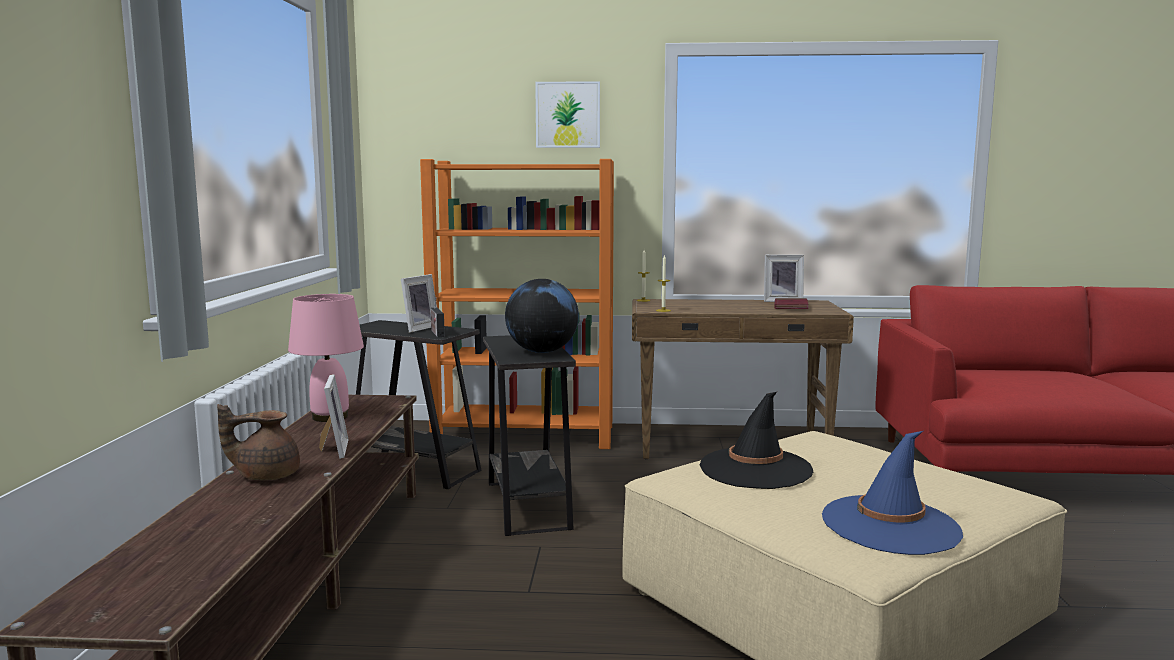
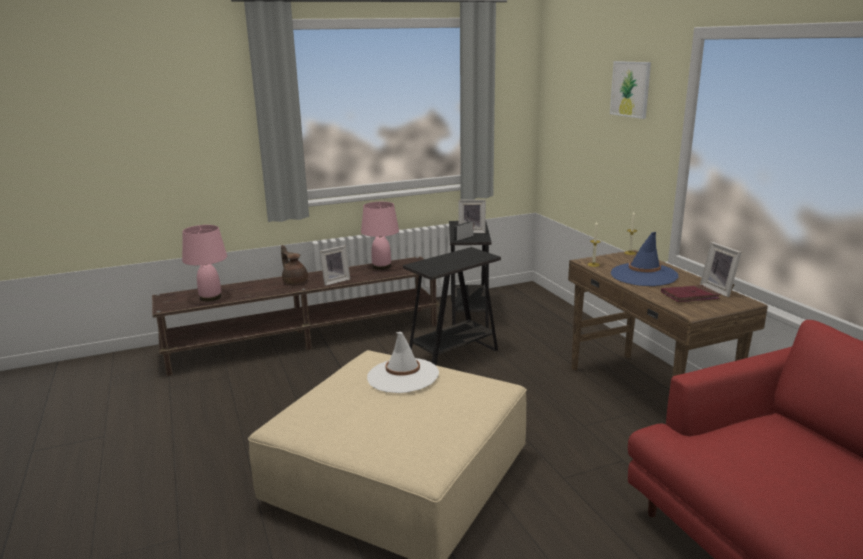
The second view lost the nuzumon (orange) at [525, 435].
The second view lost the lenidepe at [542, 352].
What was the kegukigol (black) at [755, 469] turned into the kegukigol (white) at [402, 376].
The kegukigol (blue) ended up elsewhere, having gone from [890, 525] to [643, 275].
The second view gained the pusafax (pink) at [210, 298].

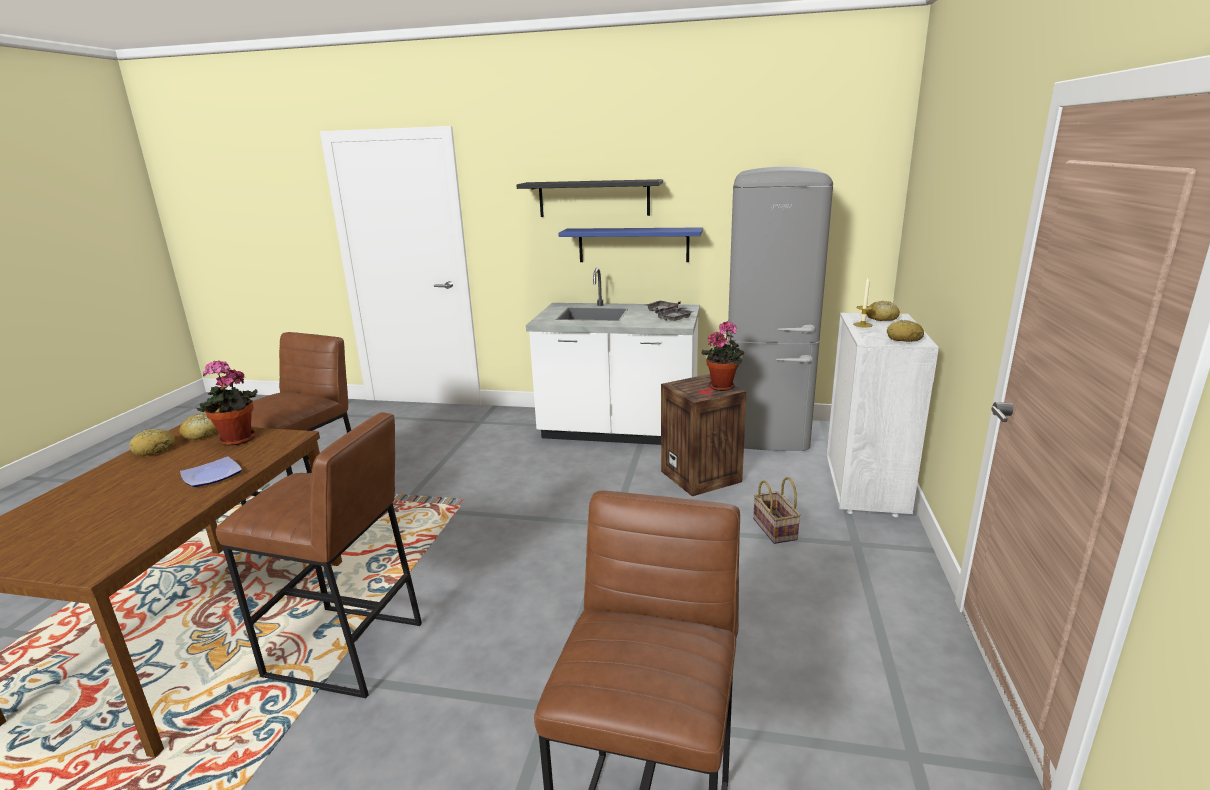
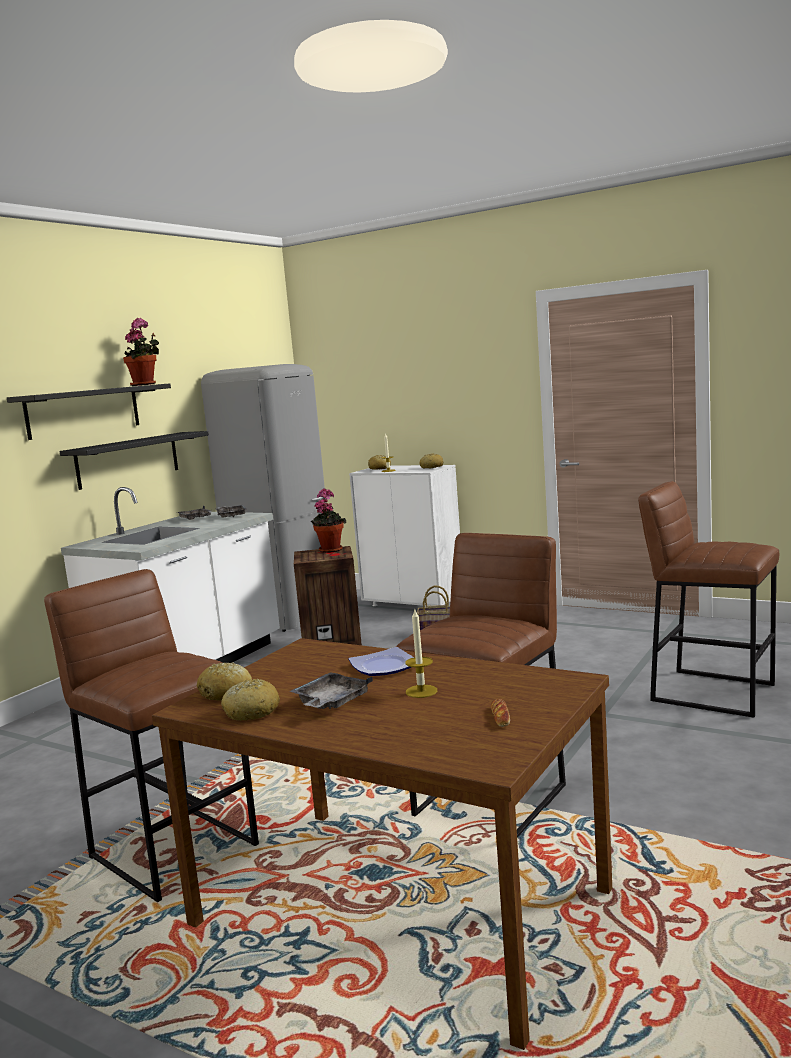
The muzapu ended up elsewhere, having gone from [237, 441] to [145, 385].
What was the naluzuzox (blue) at [633, 245] turned into the naluzuzox (black) at [128, 460].
The second view gained the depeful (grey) at [331, 702].
The second view gained the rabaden at [421, 691].
The second view gained the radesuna at [500, 717].

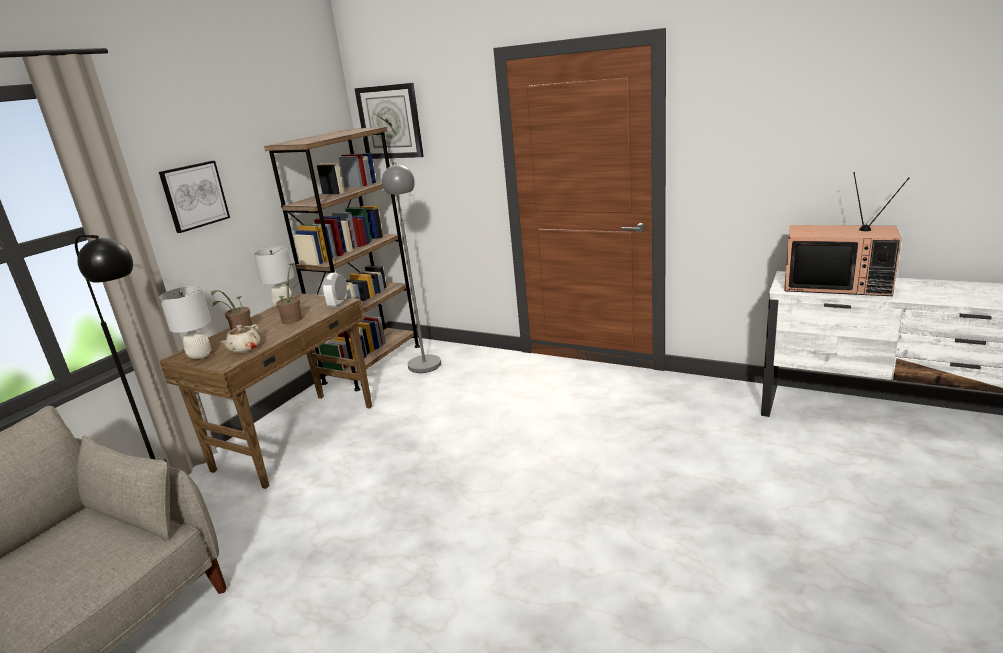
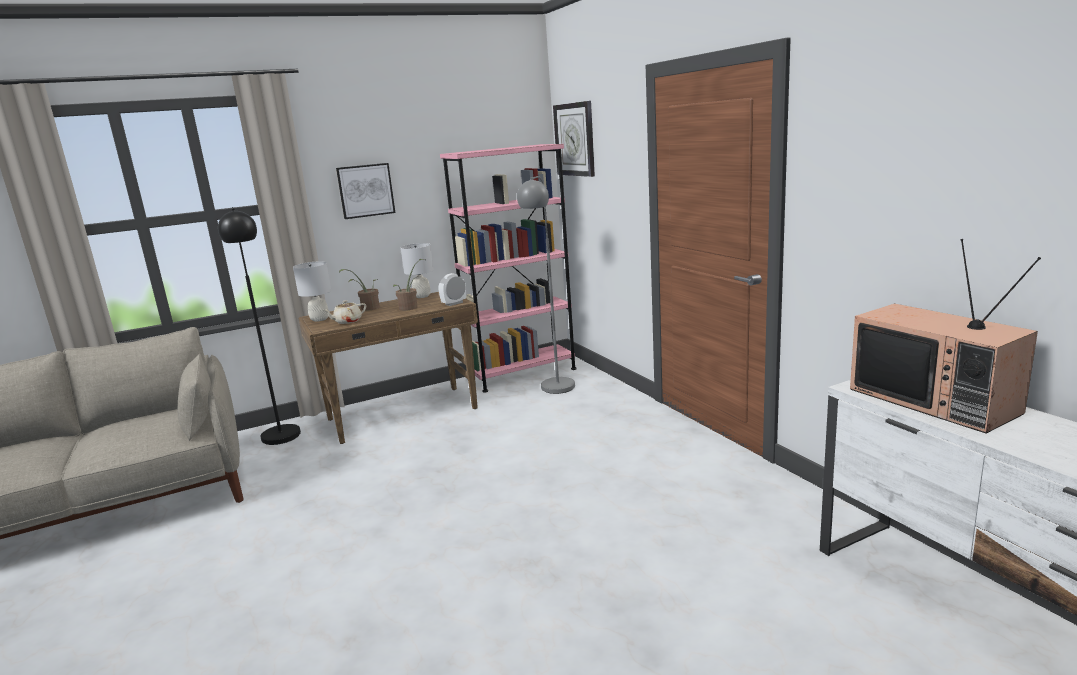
What was the nuzumon (brown) at [373, 364] turned into the nuzumon (pink) at [522, 374].

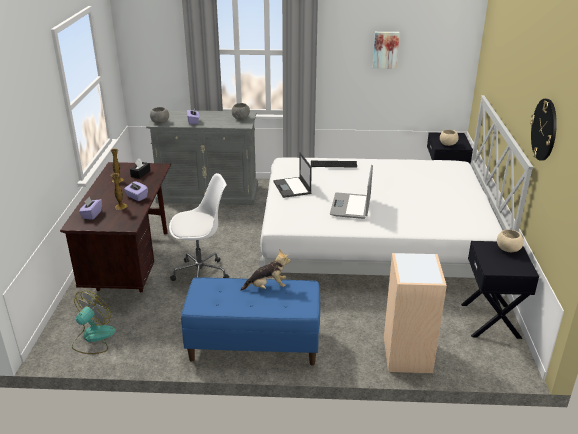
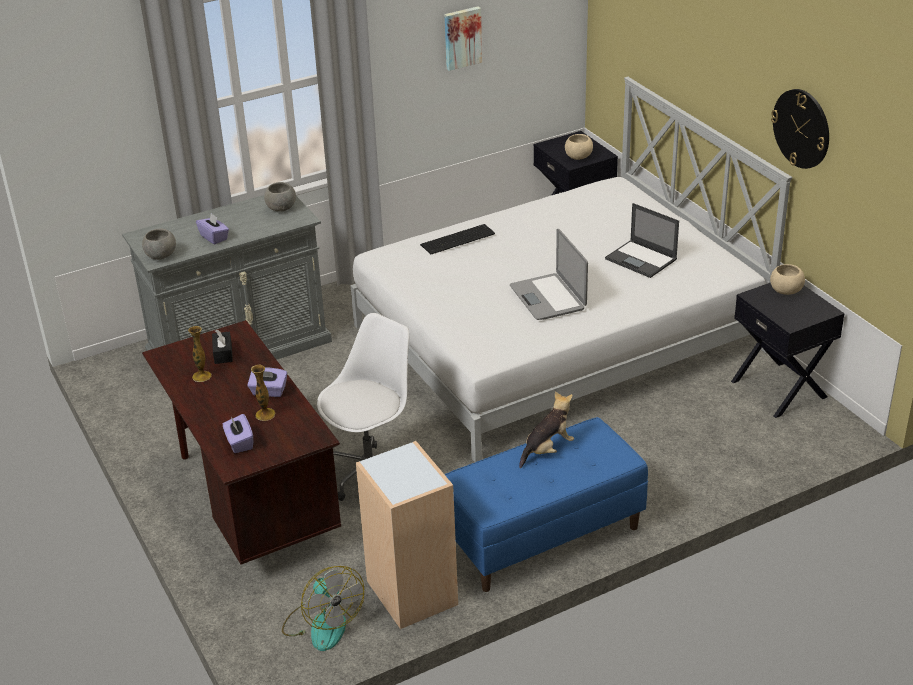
The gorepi at [93, 338] ended up facing another way, 150 degrees clockwise from before.
The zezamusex ended up elsewhere, having gone from [292, 188] to [641, 259].
The nuzumon ended up elsewhere, having gone from [407, 355] to [412, 594].

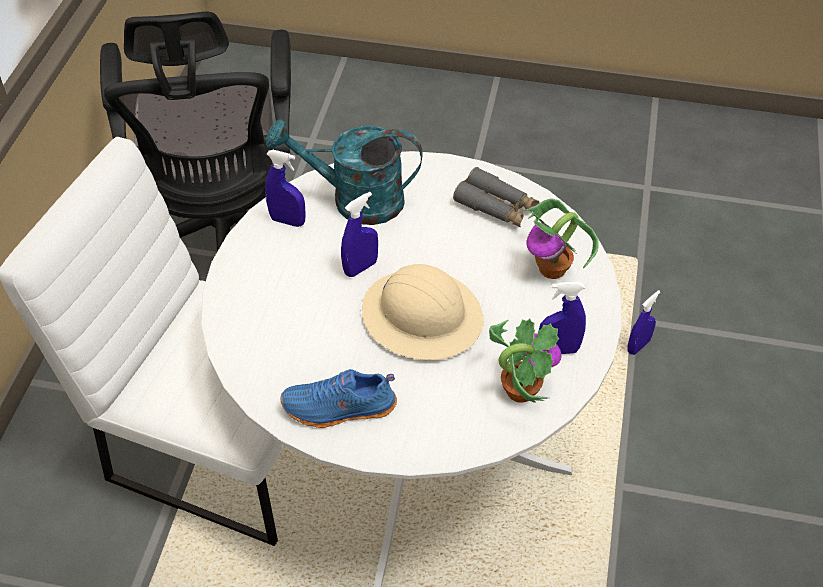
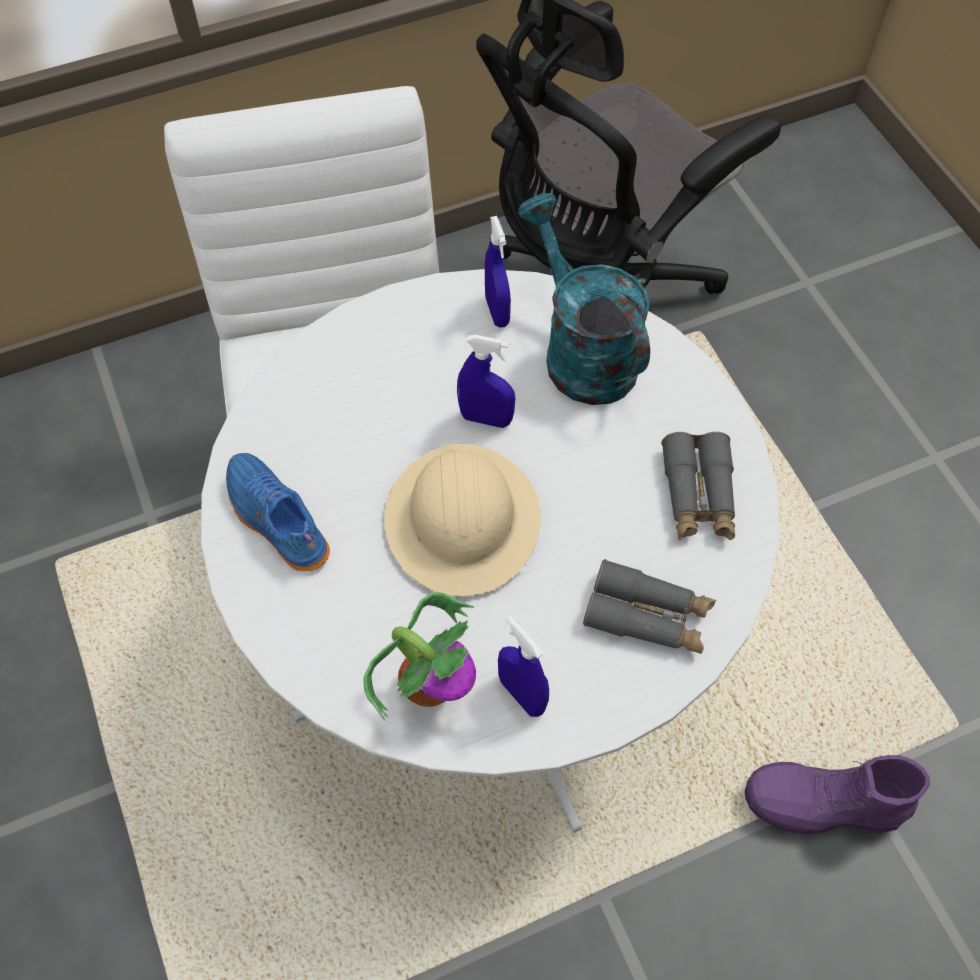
Where the muzapu stood at [553, 269], the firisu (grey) came to stand at [648, 616].
Where the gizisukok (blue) stood at [638, 346], the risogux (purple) came to stand at [821, 805].

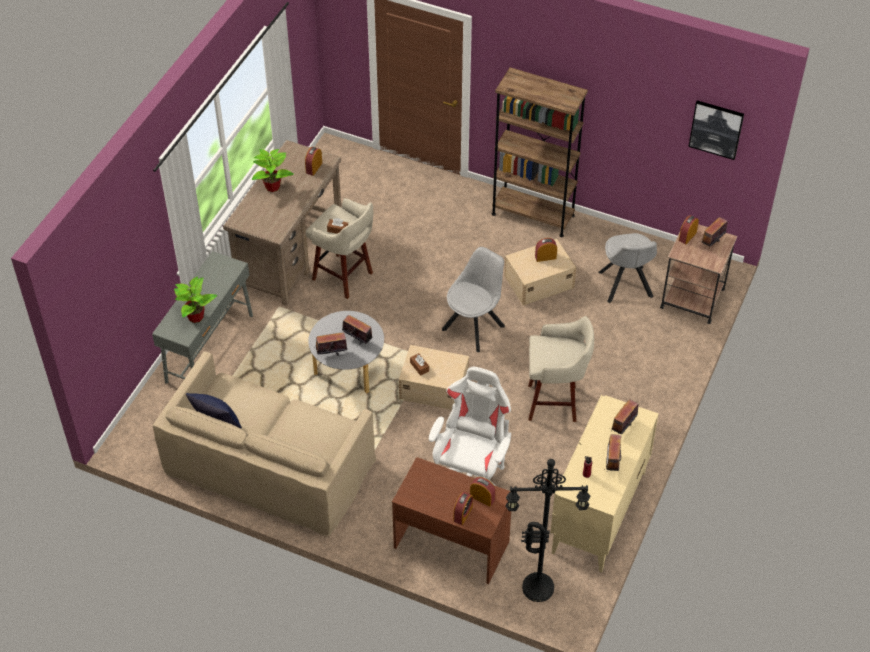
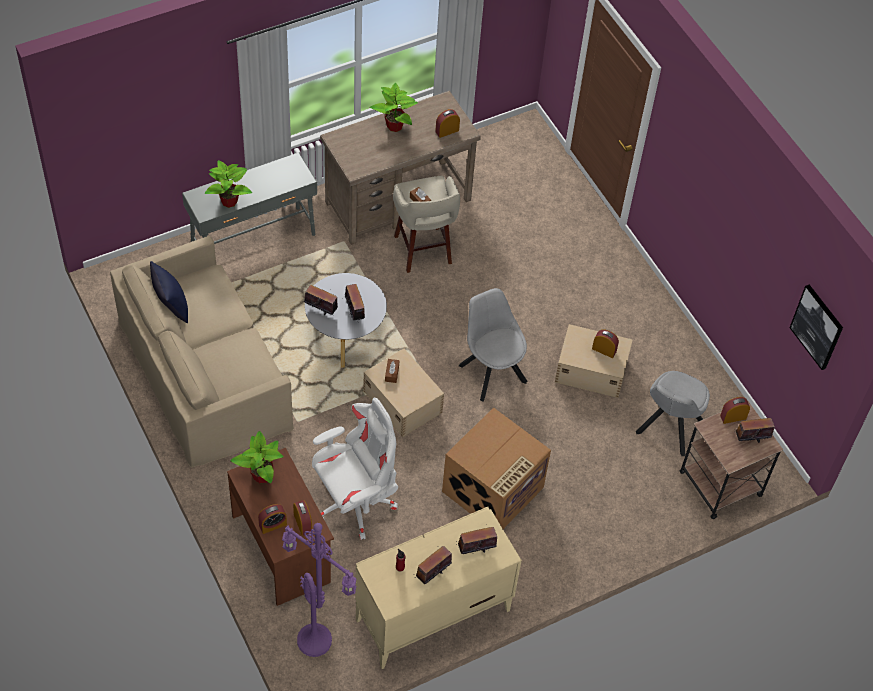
The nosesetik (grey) at [474, 326] ended up facing another way, 105 degrees counterclockwise from before.
The second view lost the nuzumon (brown) at [533, 215].
What was the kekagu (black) at [539, 586] turned into the kekagu (purple) at [317, 640].
Where the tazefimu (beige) stood at [555, 403], the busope came to stand at [493, 491].
The second view gained the muzapu at [261, 475].

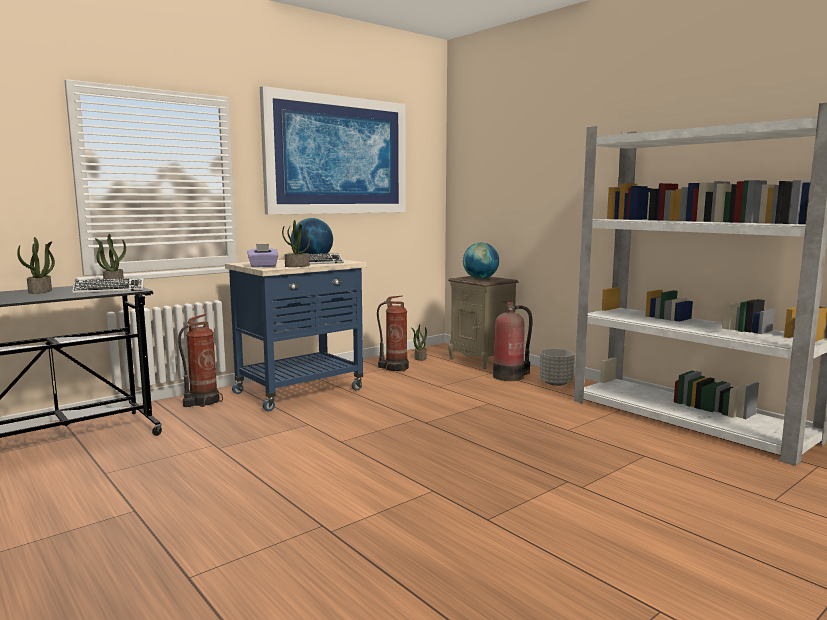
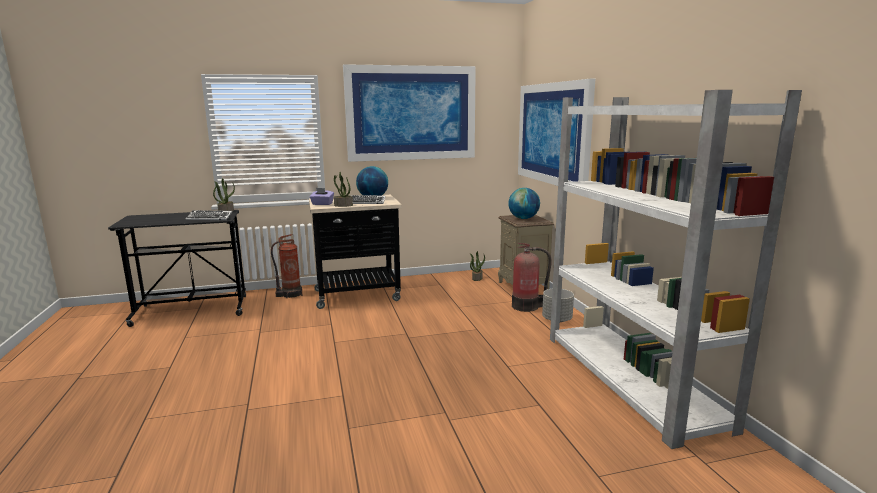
The second view lost the muzapu at [40, 291].
What was the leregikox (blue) at [299, 391] turned into the leregikox (black) at [358, 295].
The second view lost the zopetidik at [395, 368].
The second view gained the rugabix at [553, 133].

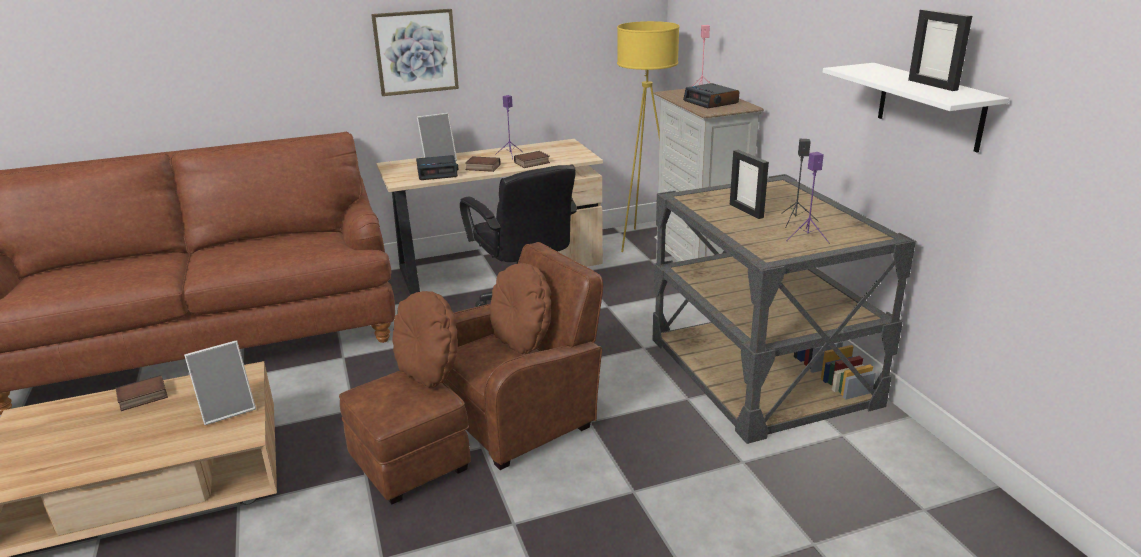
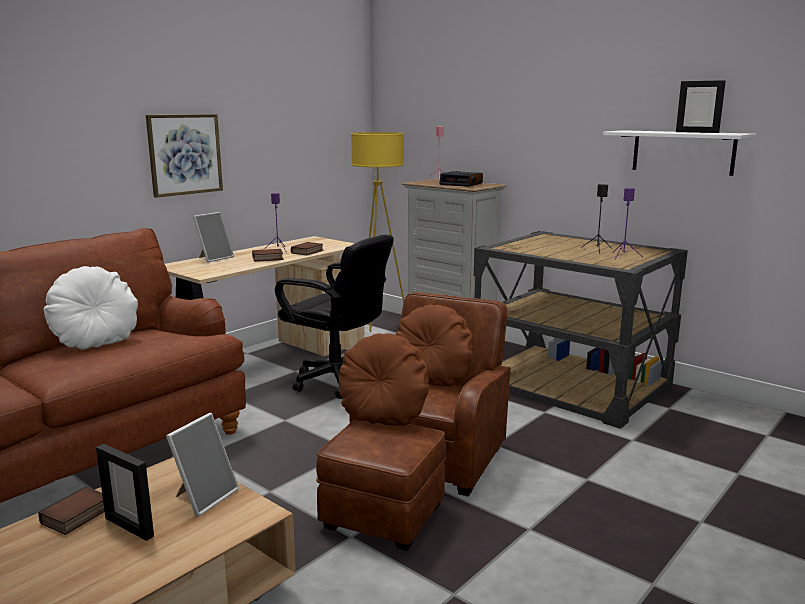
The second view lost the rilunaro at [437, 173].
The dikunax ended up elsewhere, having gone from [747, 210] to [130, 526].
The second view gained the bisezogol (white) at [97, 344].

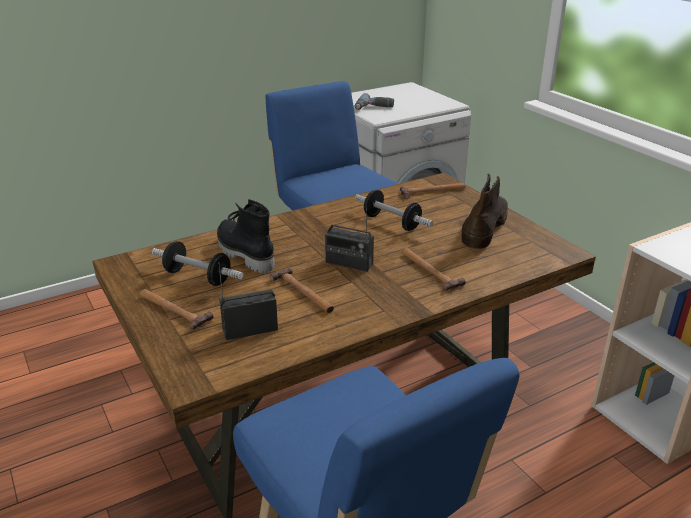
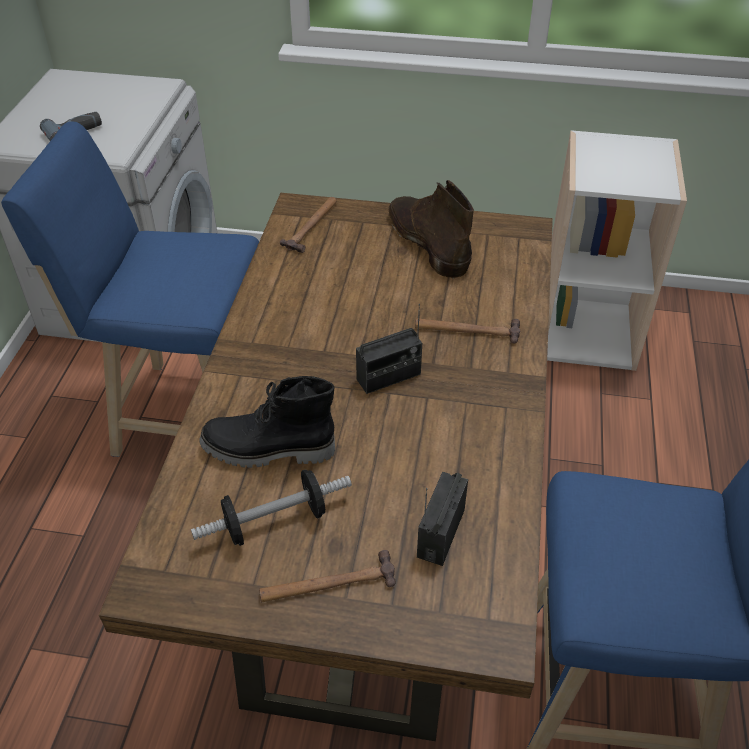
The second view lost the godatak at [303, 293].
The second view lost the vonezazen at [392, 222].

